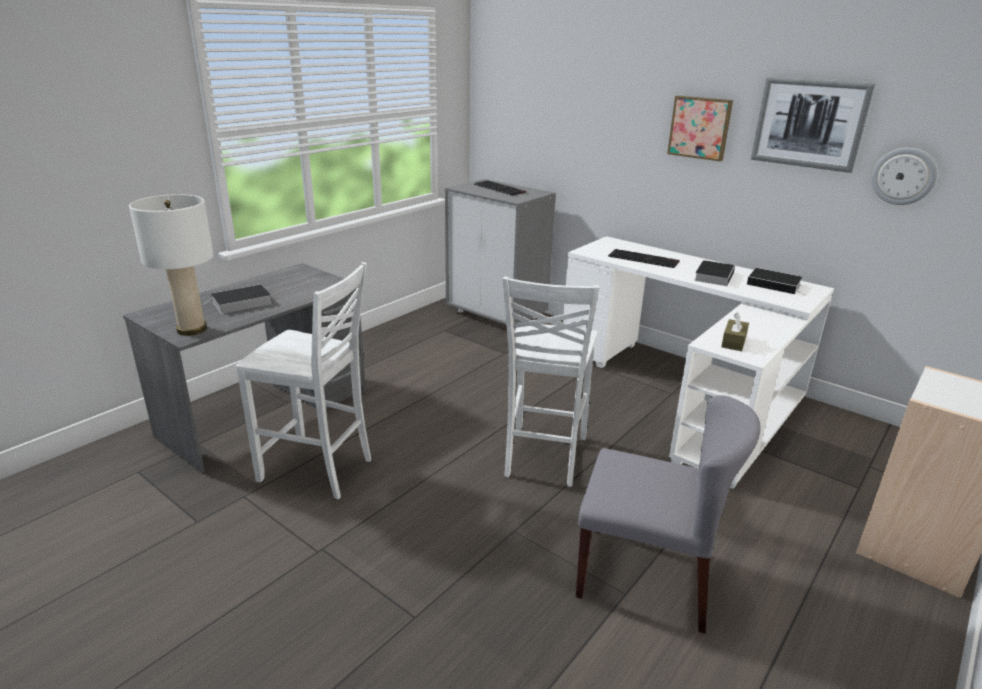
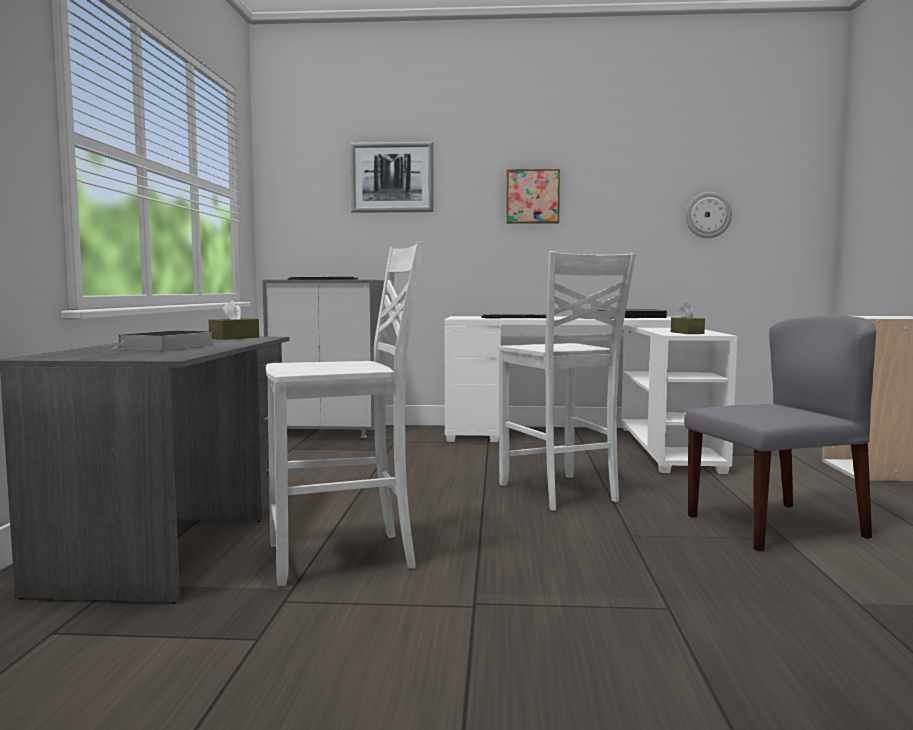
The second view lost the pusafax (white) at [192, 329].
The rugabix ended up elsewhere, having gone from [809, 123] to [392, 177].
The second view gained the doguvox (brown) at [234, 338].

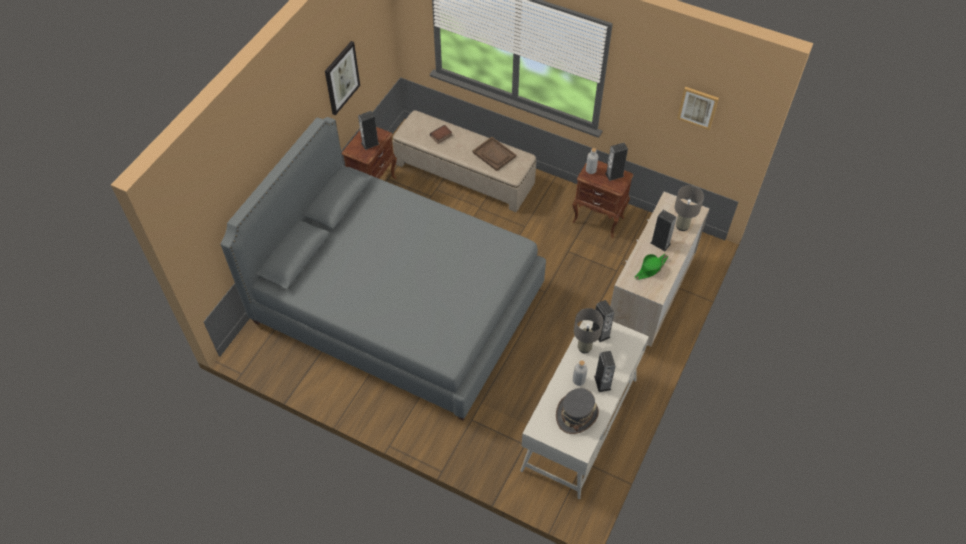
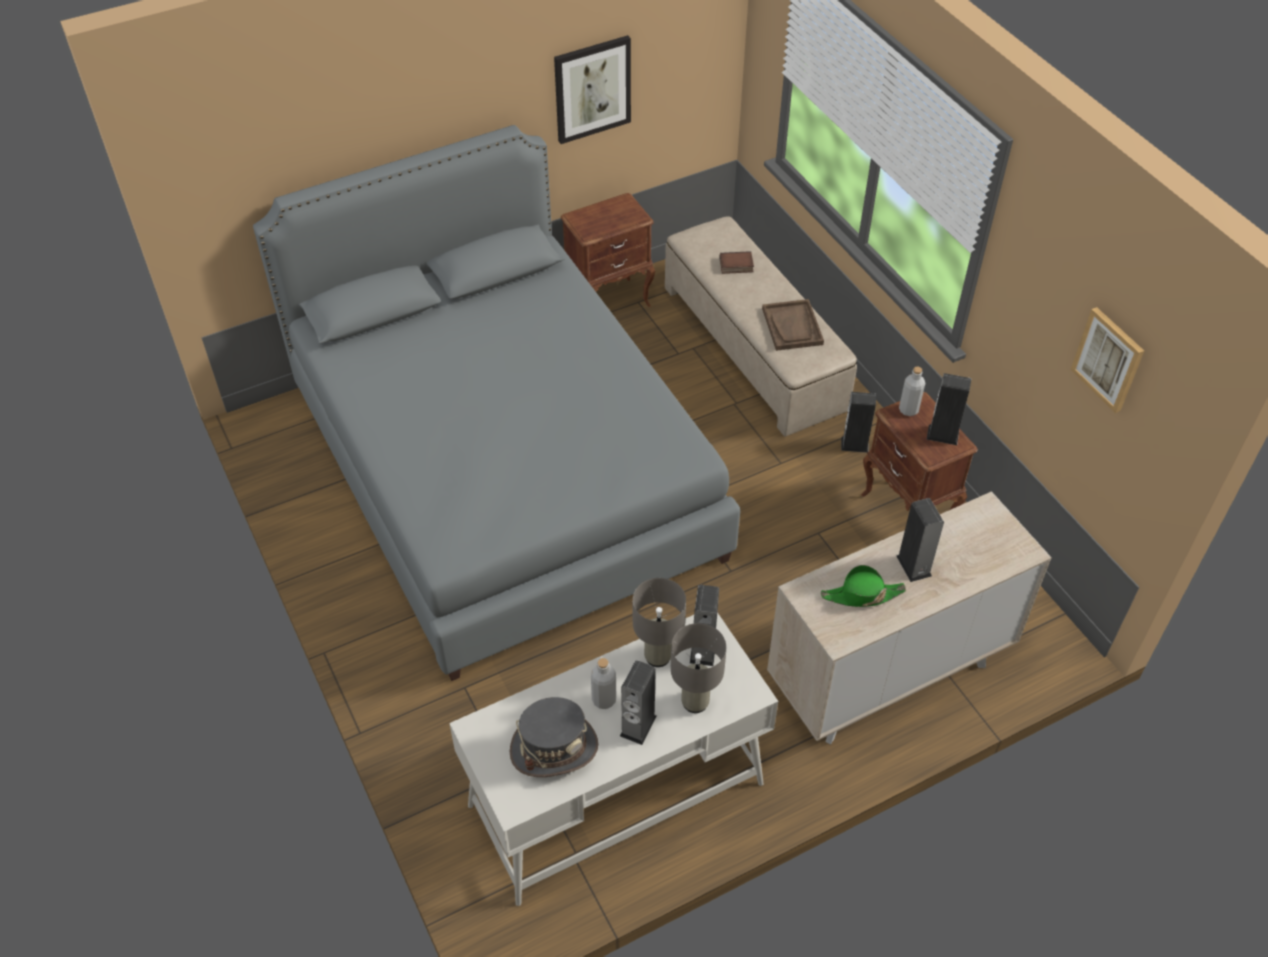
The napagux ended up elsewhere, having gone from [370, 143] to [854, 444].
The pusafax (grey) ended up elsewhere, having gone from [682, 226] to [695, 701].

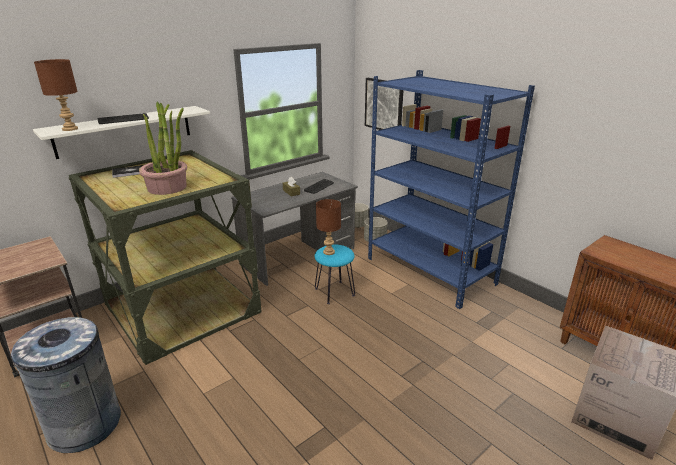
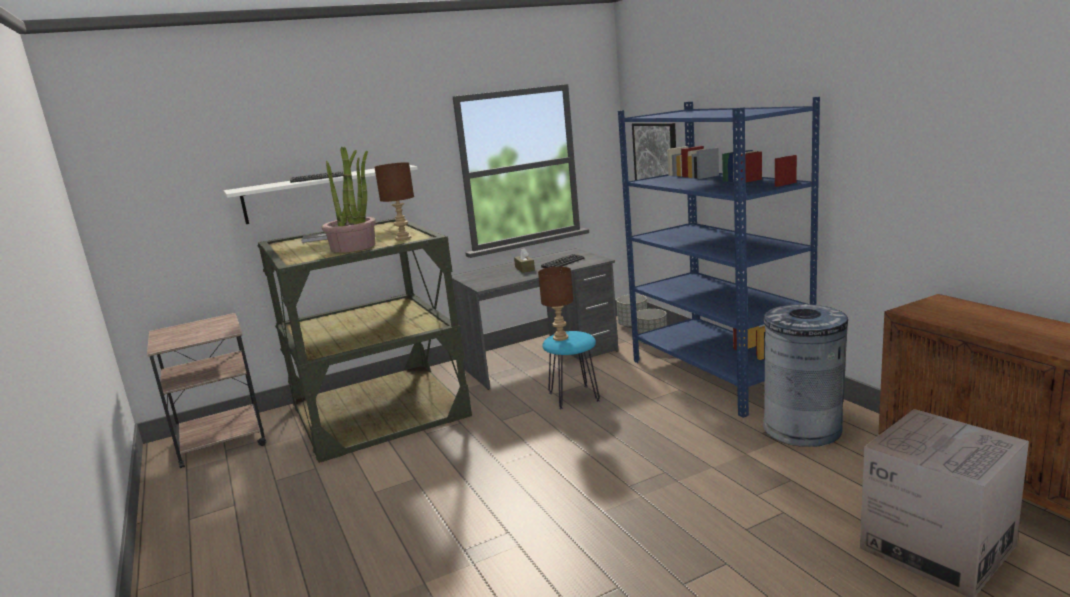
The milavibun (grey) ended up elsewhere, having gone from [85, 424] to [802, 428].
The pusafax (brown) ended up elsewhere, having gone from [70, 129] to [403, 238].

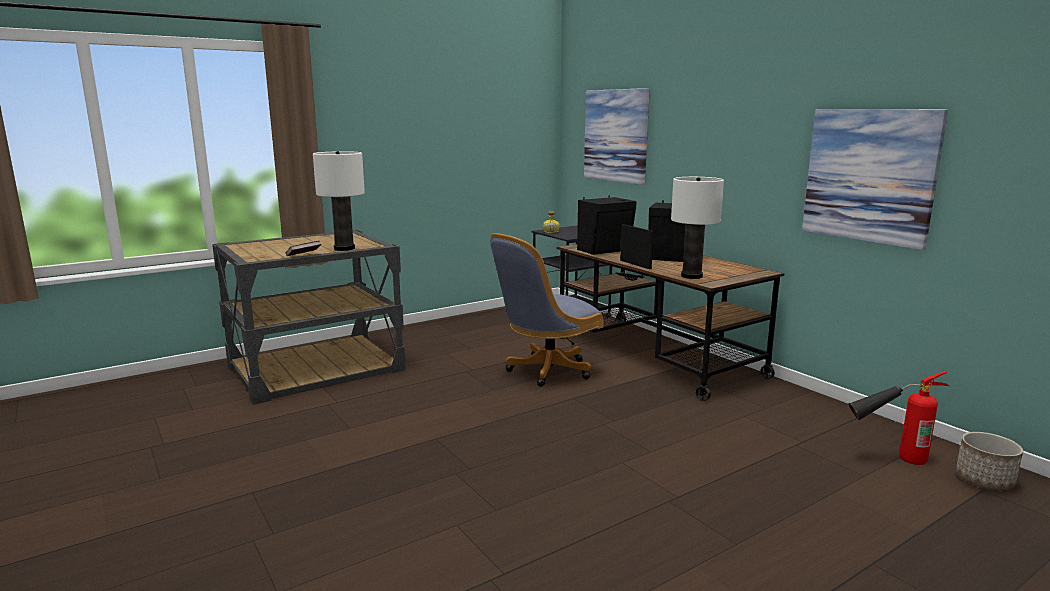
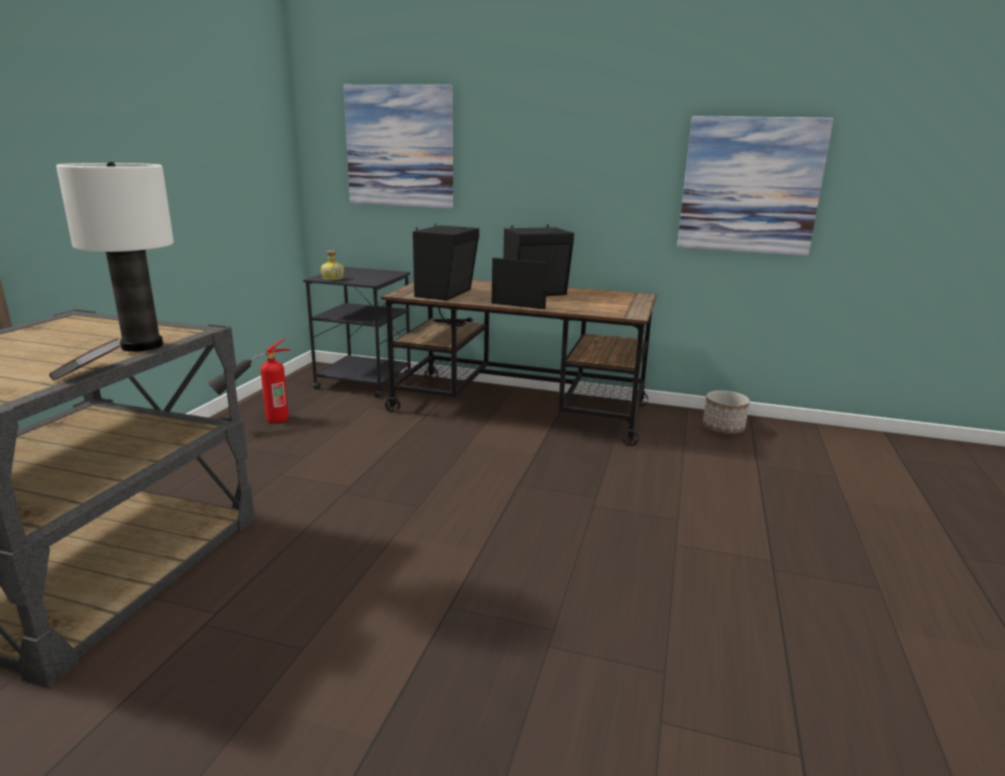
The second view lost the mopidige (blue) at [544, 373].
The second view lost the pusafax (white) at [691, 276].
The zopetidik ended up elsewhere, having gone from [888, 458] to [256, 423].
The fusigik ended up elsewhere, having gone from [984, 480] to [723, 428].

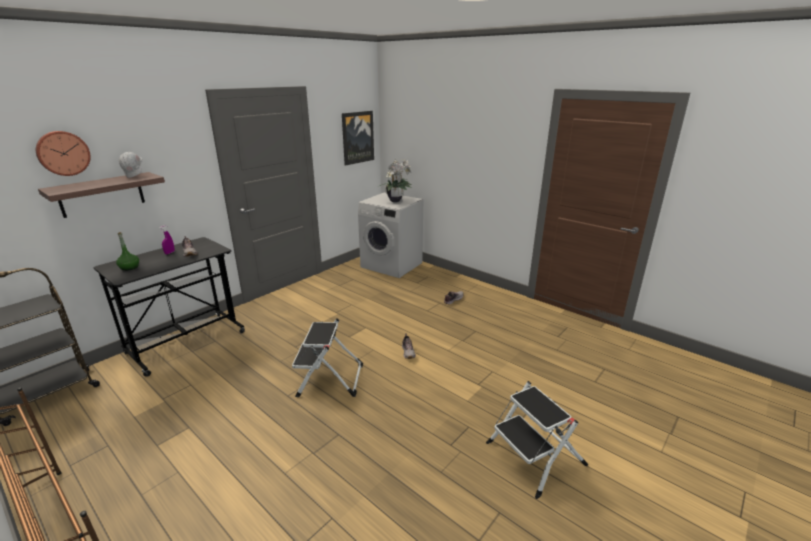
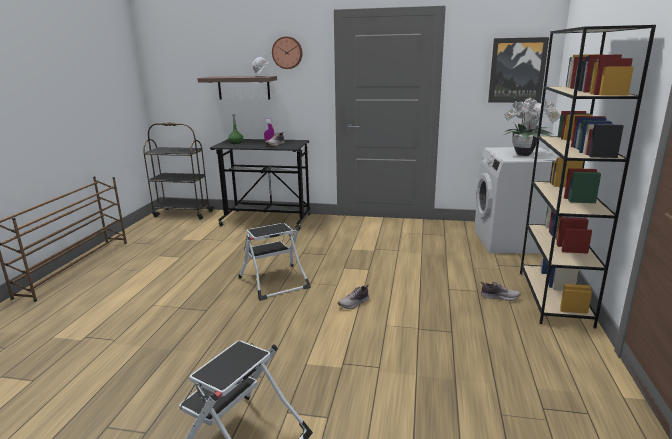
The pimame ended up elsewhere, having gone from [63, 153] to [287, 52].
The second view gained the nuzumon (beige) at [554, 298].

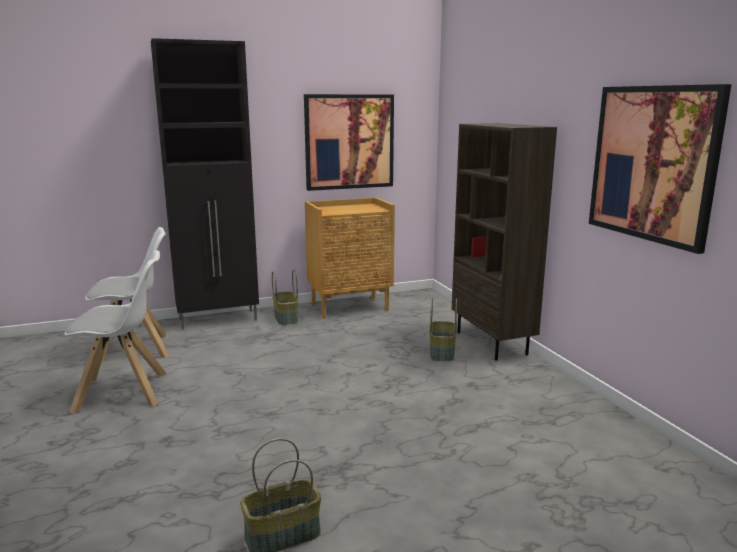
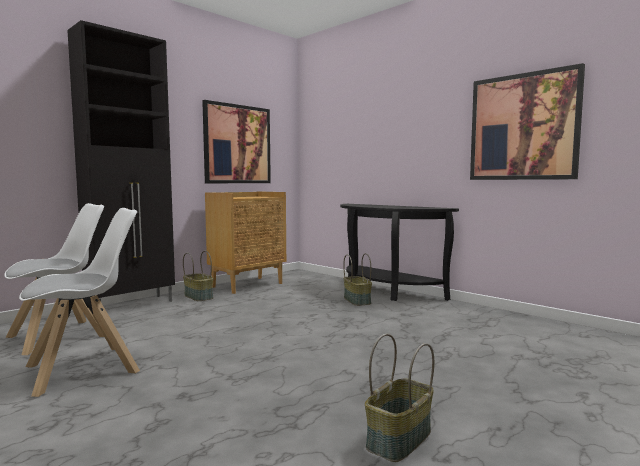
Where the nuzumon (brown) stood at [492, 343], the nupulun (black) came to stand at [385, 291].

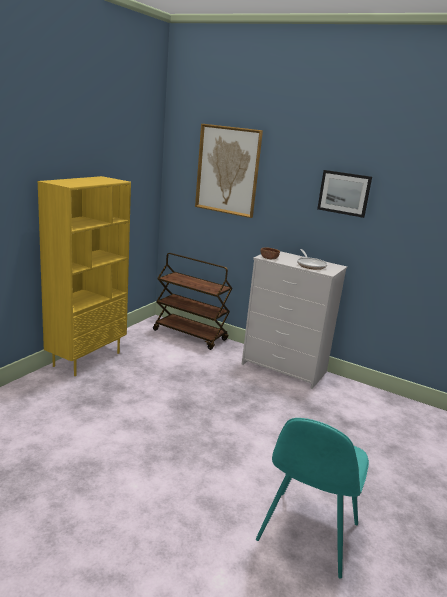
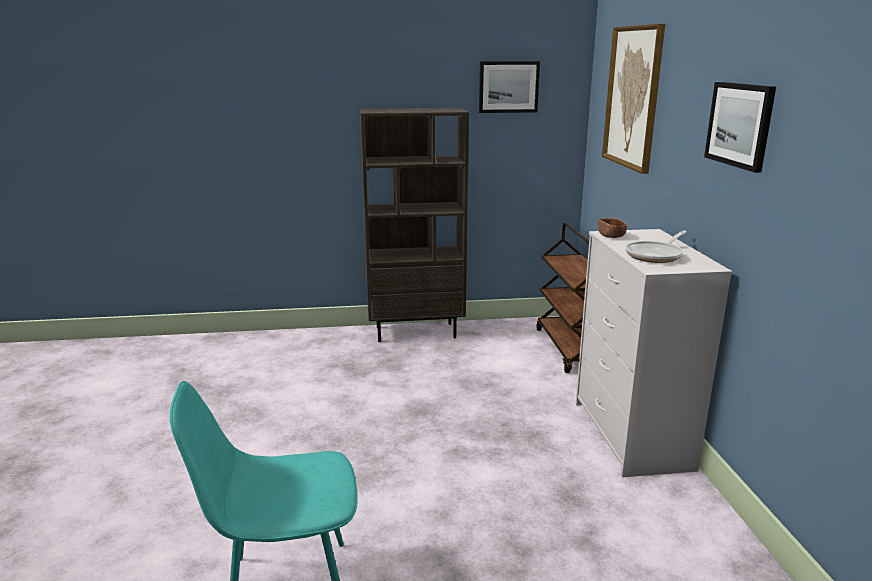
What was the nuzumon (yellow) at [87, 359] turned into the nuzumon (brown) at [416, 332].
The second view gained the rugabix at [508, 87].

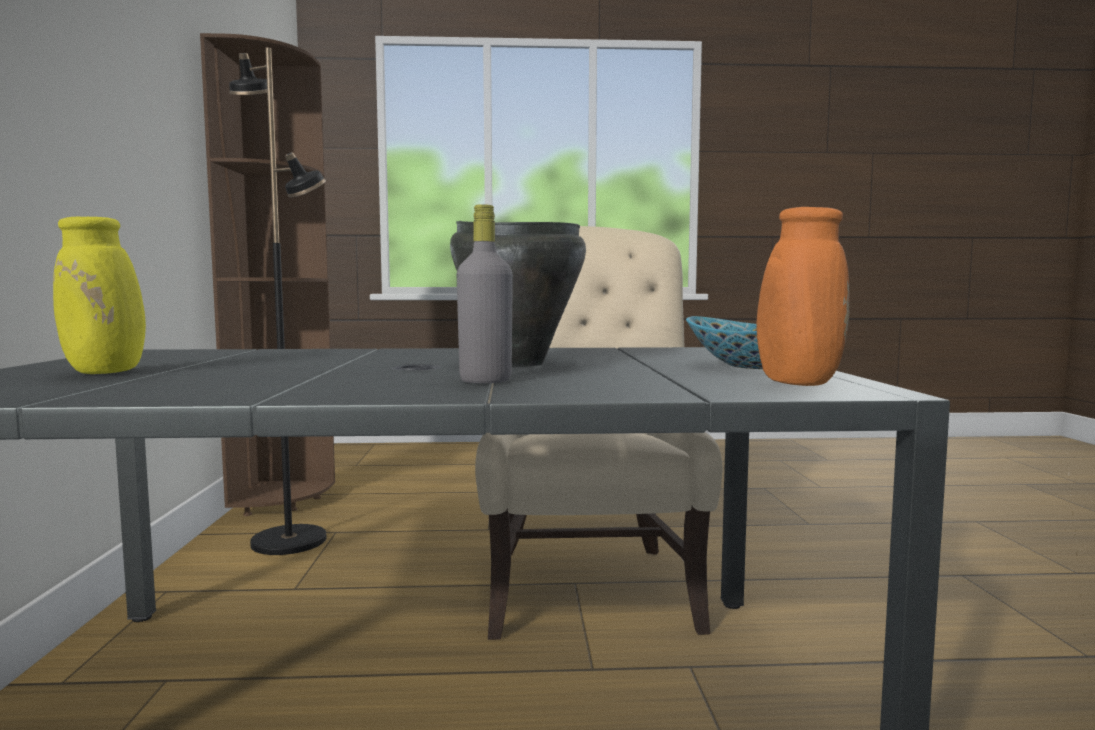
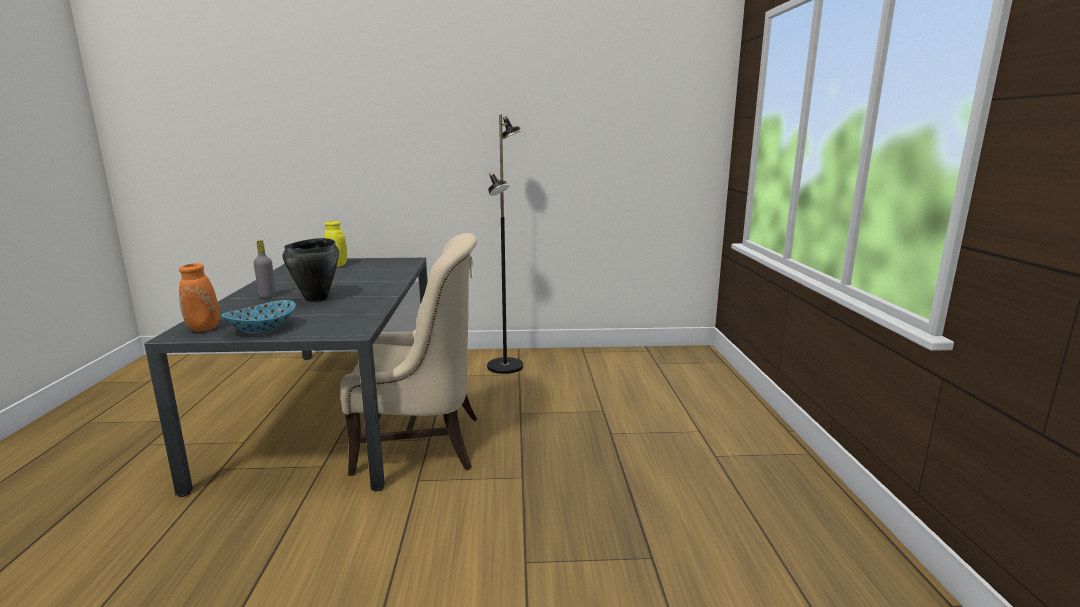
The second view lost the nuzumon (brown) at [281, 505].

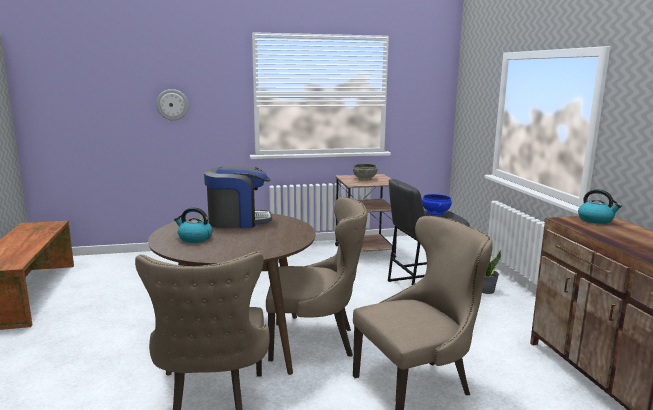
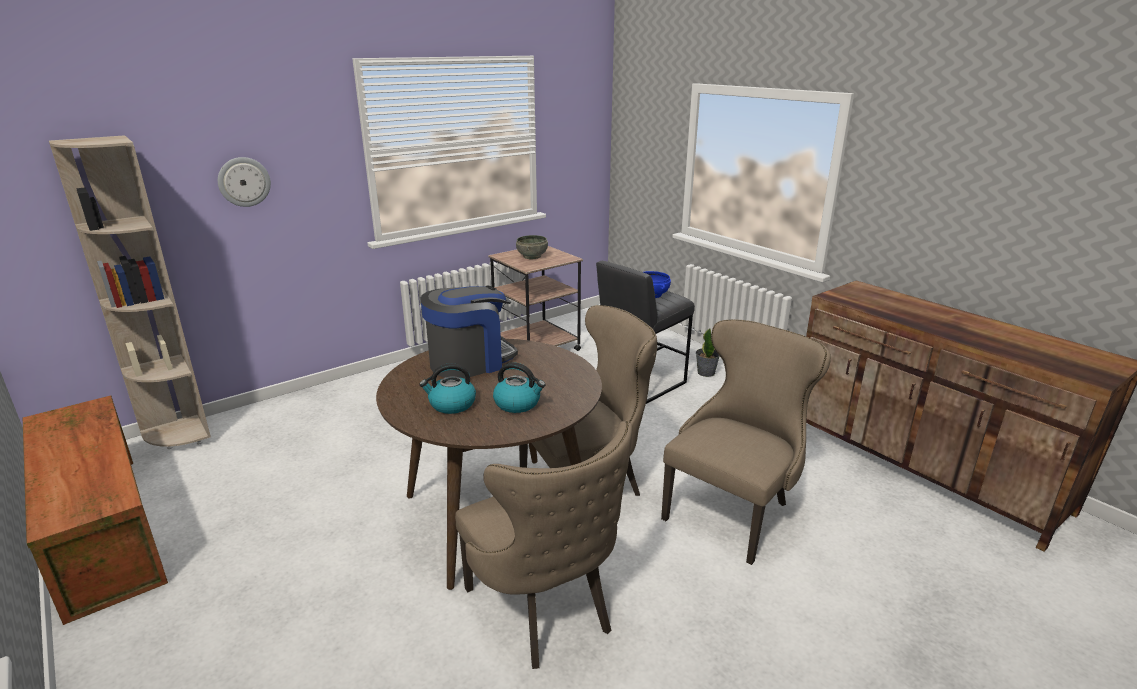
The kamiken ended up elsewhere, having gone from [596, 220] to [518, 403].
The second view gained the nuzumon (beige) at [179, 439].

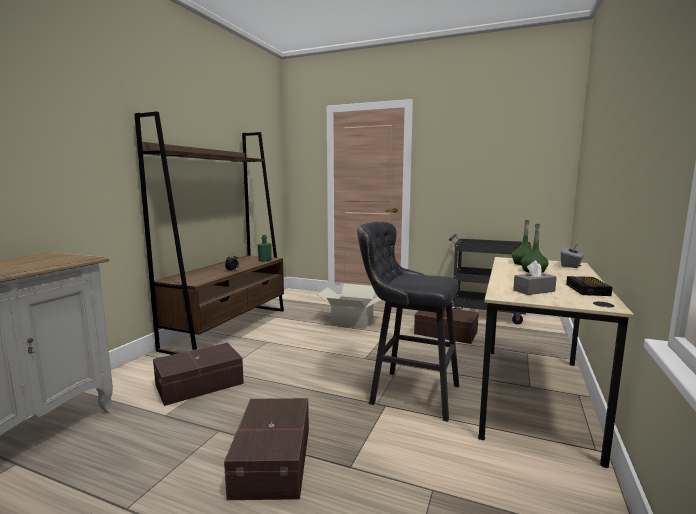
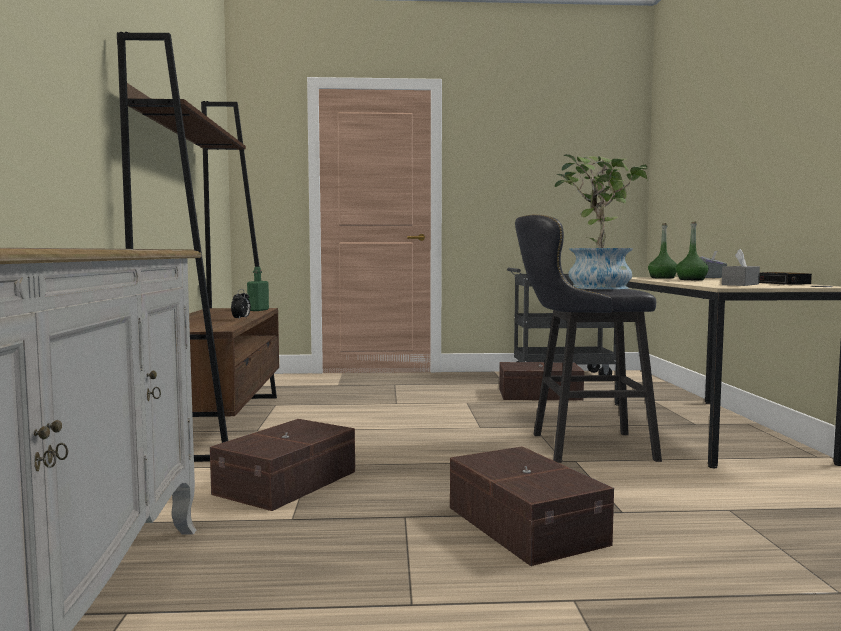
The second view lost the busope at [352, 322].
The second view gained the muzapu at [598, 287].

